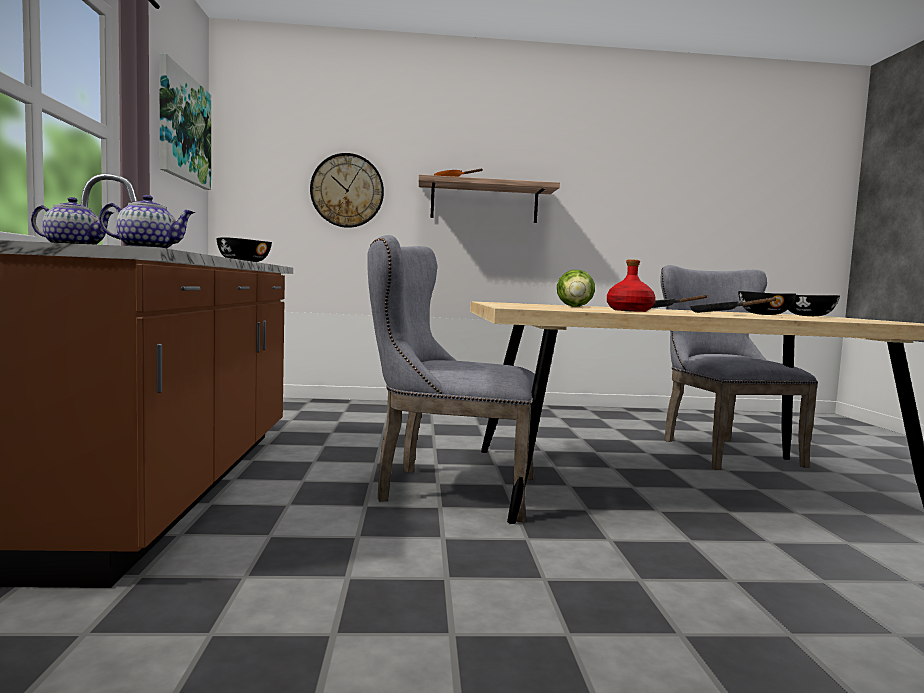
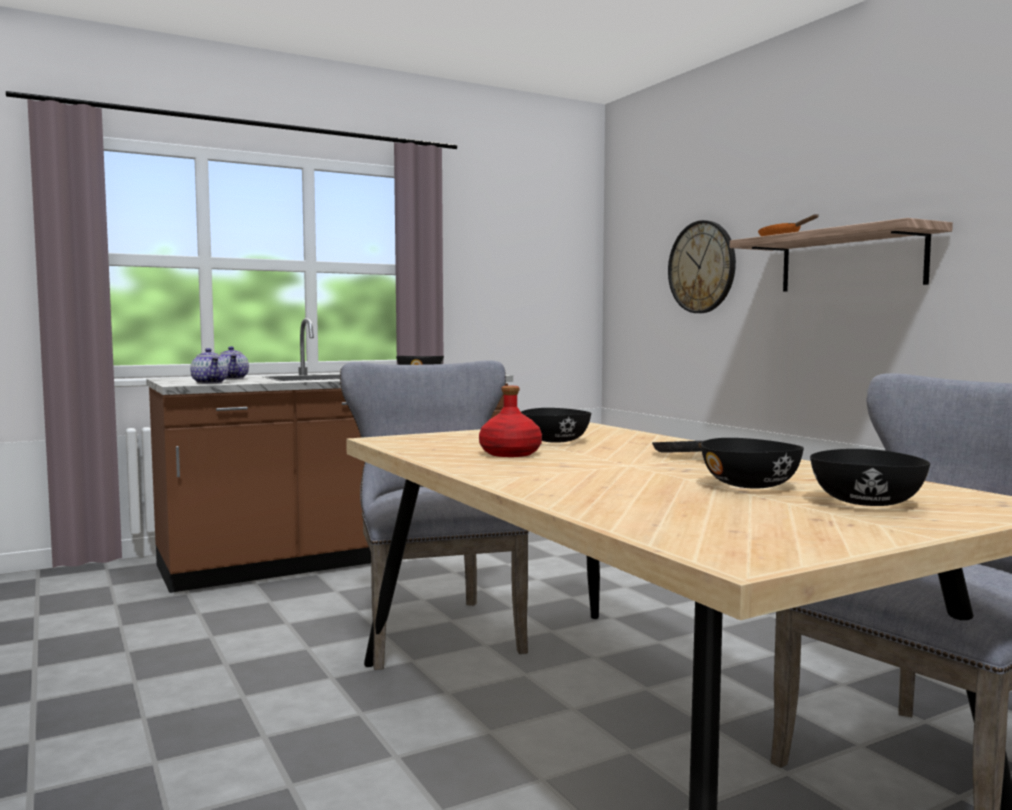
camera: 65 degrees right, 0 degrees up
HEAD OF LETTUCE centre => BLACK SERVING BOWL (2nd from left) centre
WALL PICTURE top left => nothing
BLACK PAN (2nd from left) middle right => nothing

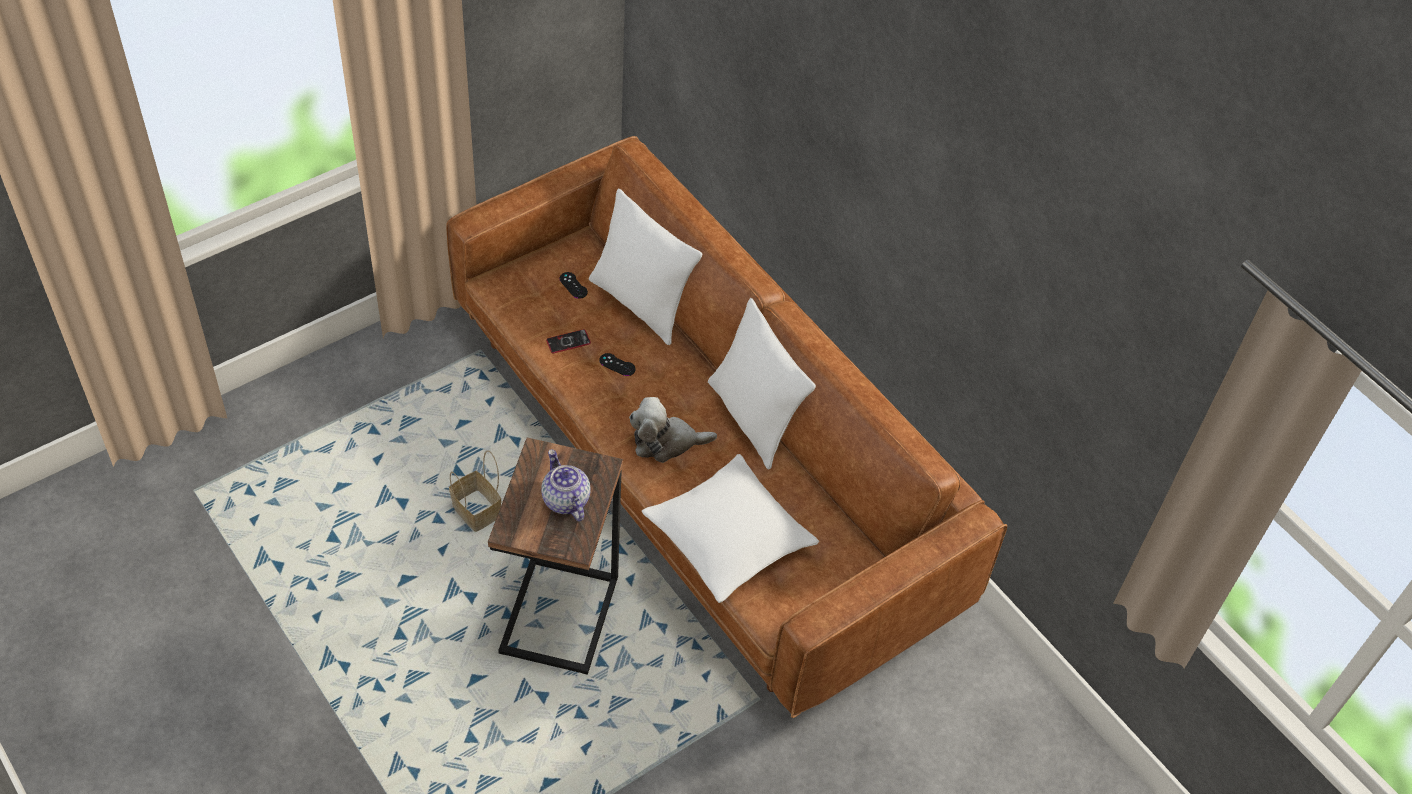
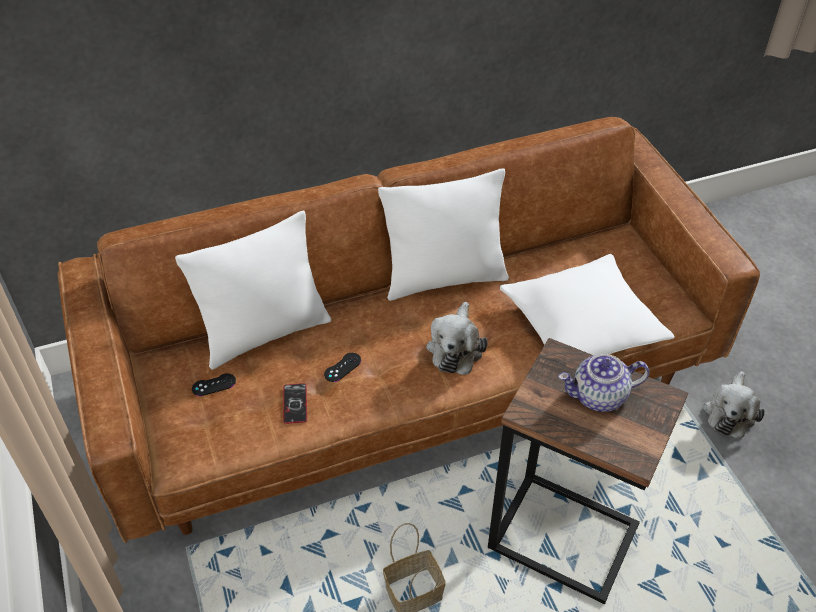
camera: 70 degrees left, 5 degrees down
nothing => CUDDLY TOY (2nd from left) middle right

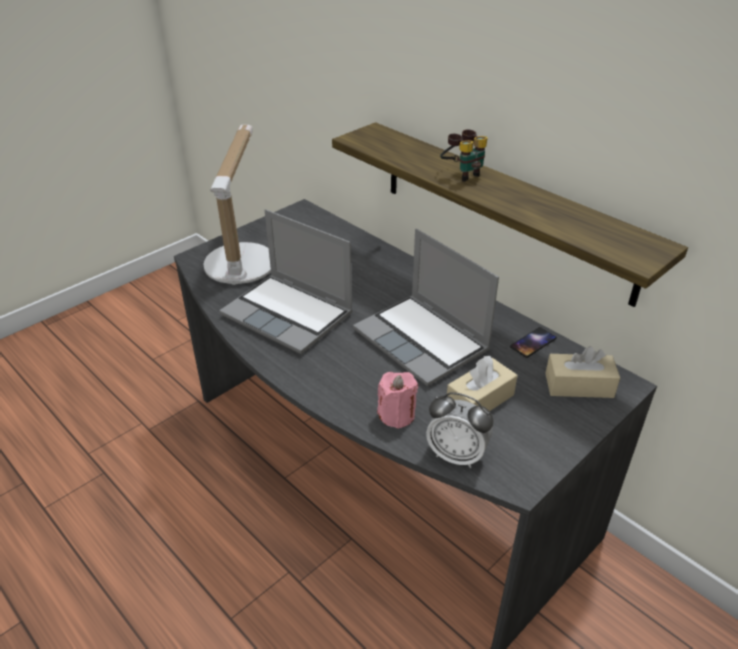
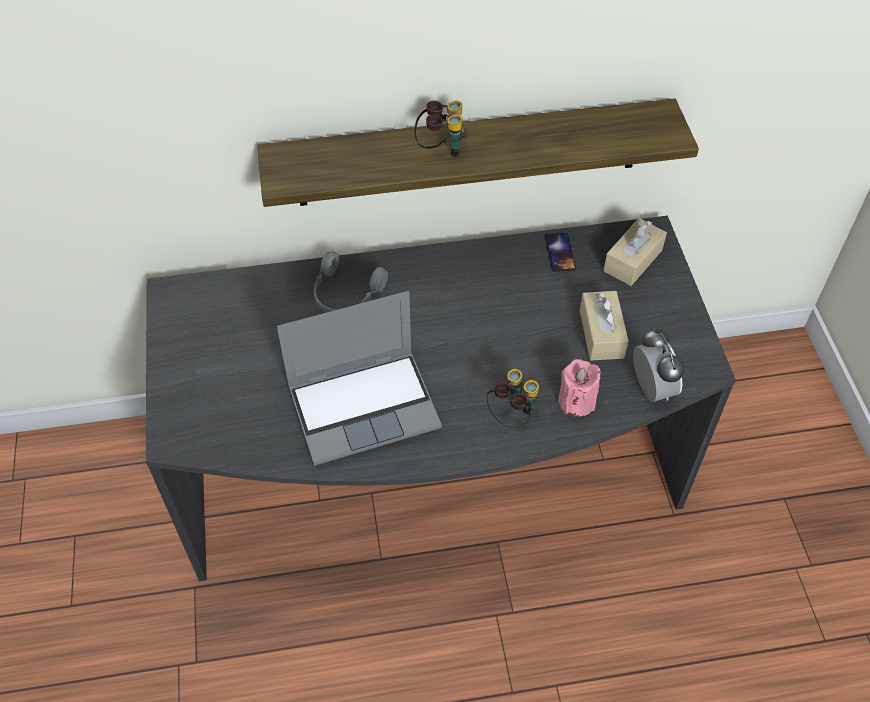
camera: 55 degrees left, 15 degrees up
nothing => GREYISH HEADSET centre
nothing => BINOCULARS (2nd from left) centre
ALARM CLOCK centre => ALARM CLOCK middle right, 75 degrees counterclockwise
LAMP FOR A TABLE top left => nothing
LAPTOP (2nd from left) centre => nothing

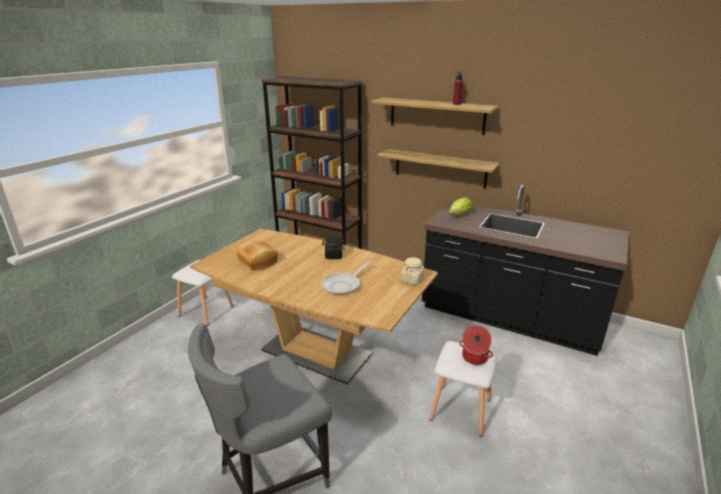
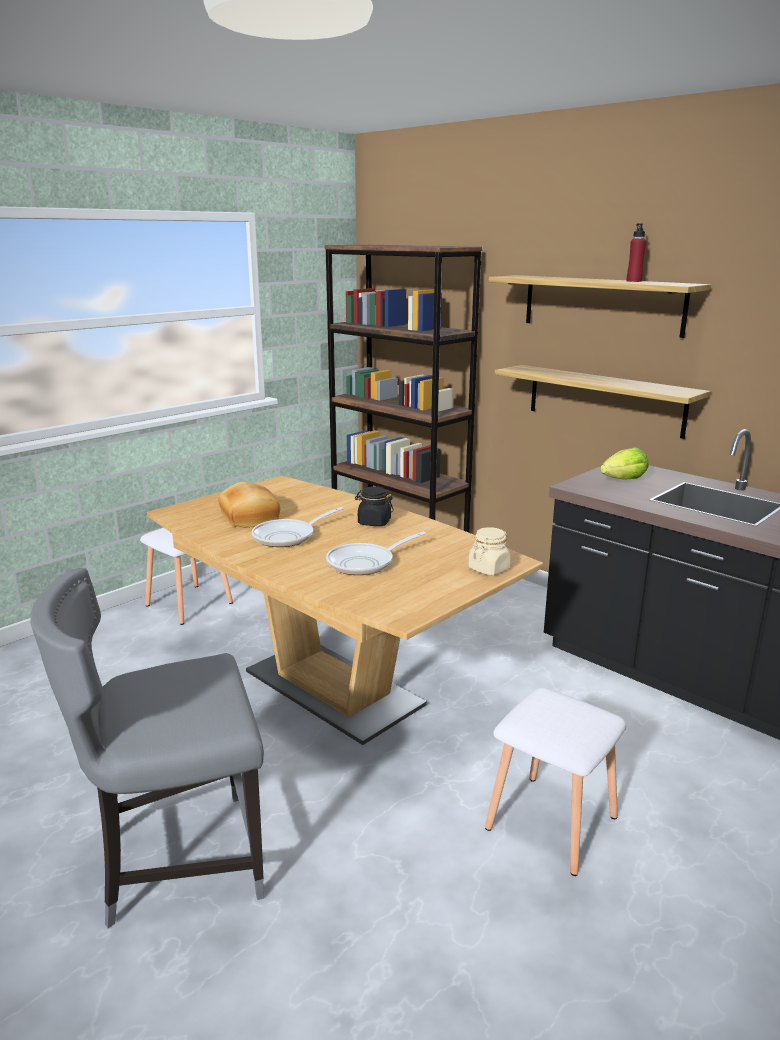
camera: 15 degrees right, 5 degrees down
nothing => PAN (1st from left) centre
STOCKPOT bottom centre => nothing

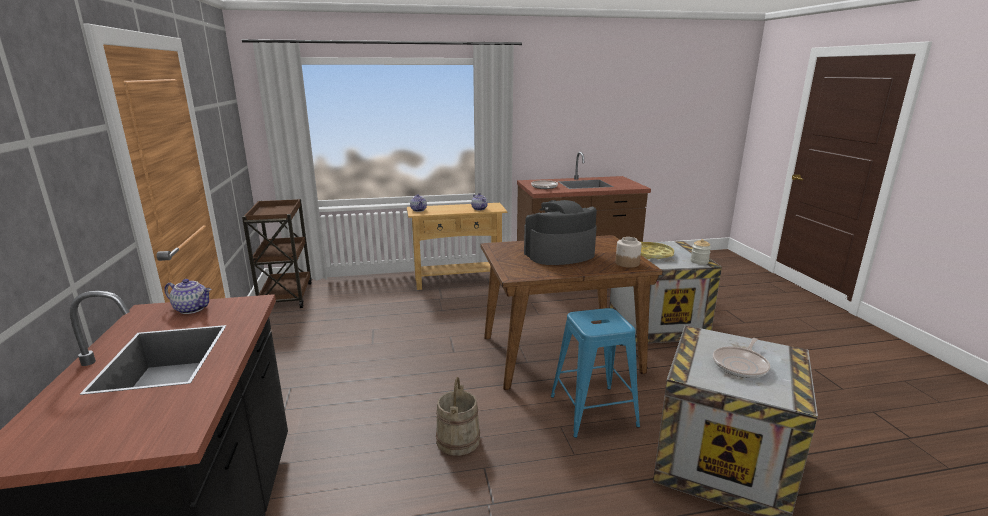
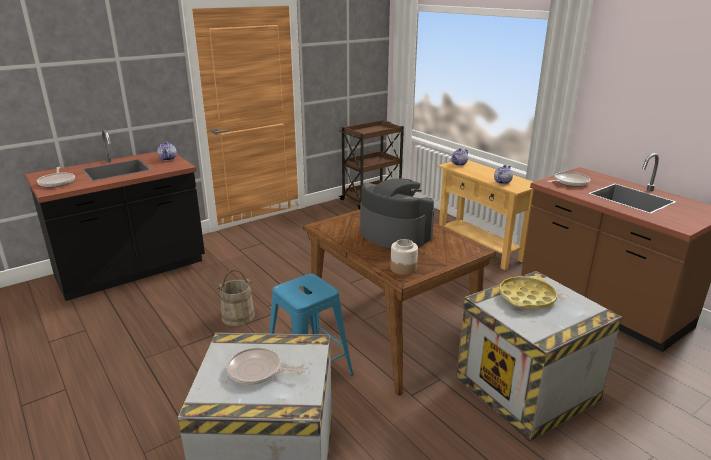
camera: 65 degrees right, 5 degrees up
nothing => PAN (1st from left) middle left
STORAGE JAR (2nd from left) middle right => nothing

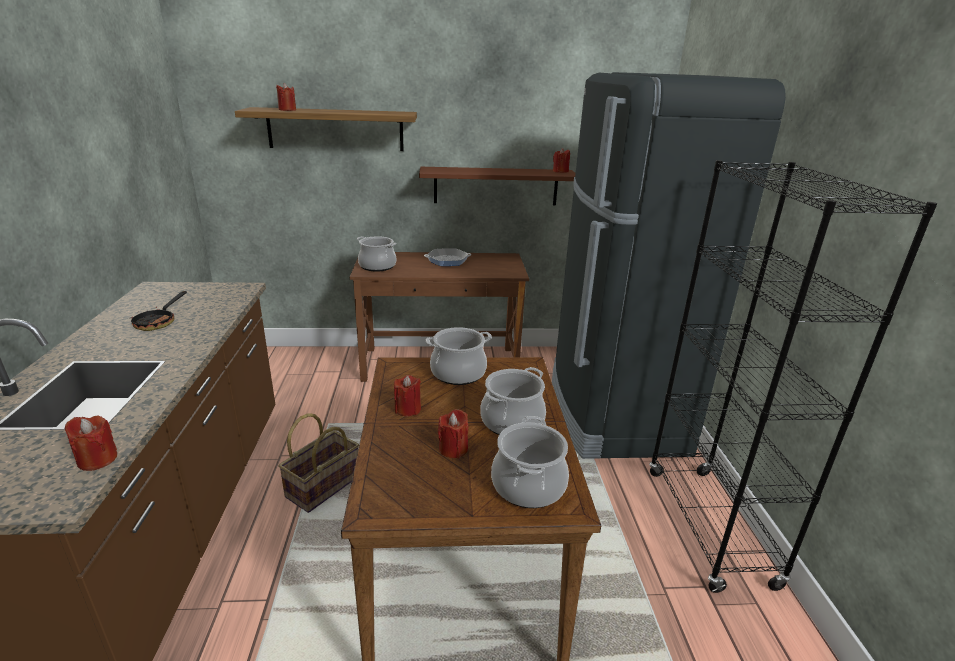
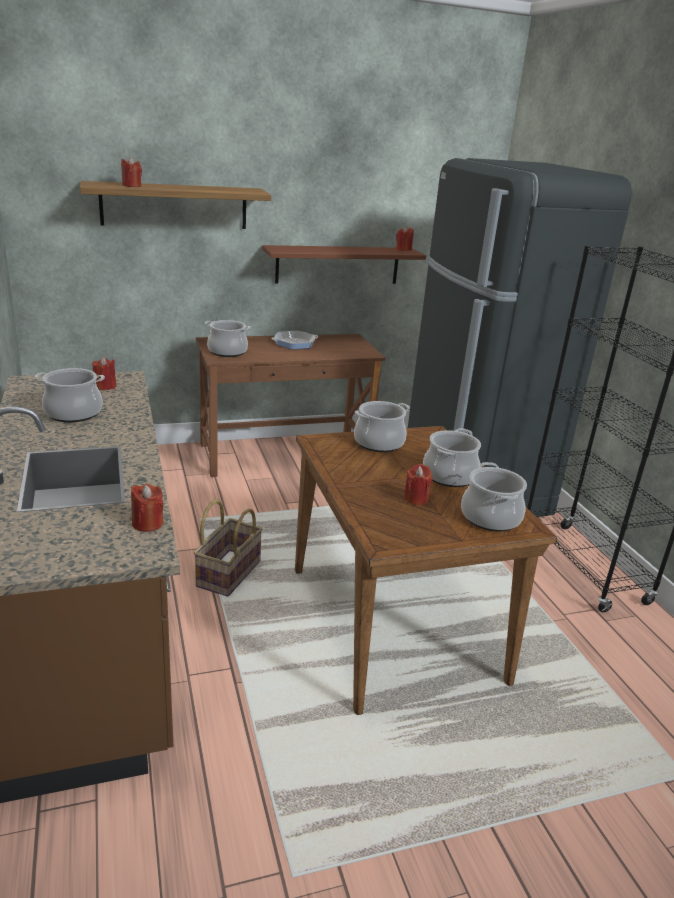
camera: 15 degrees left, 0 degrees up
PAN (1st from left) middle left => STOCKPOT (1st from left) middle left
RED CANDLE (3rd from left in the first image) centre => RED CANDLE (1st from left) middle left, moved

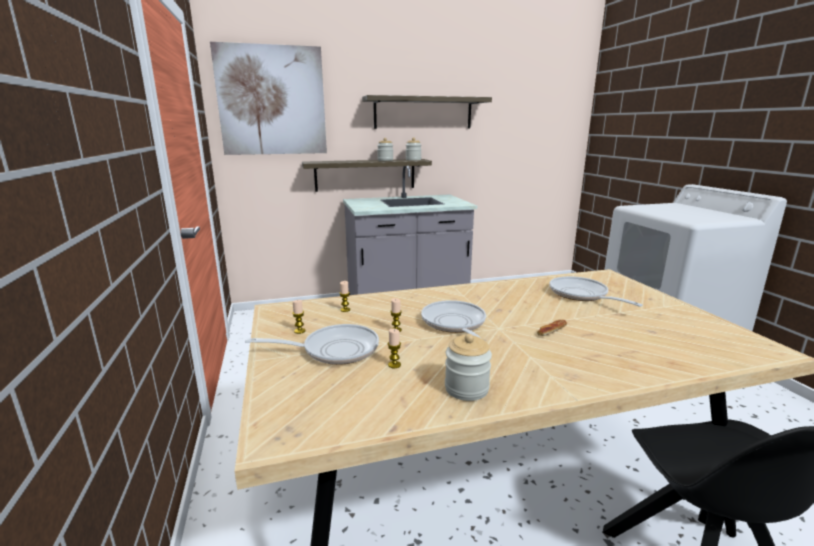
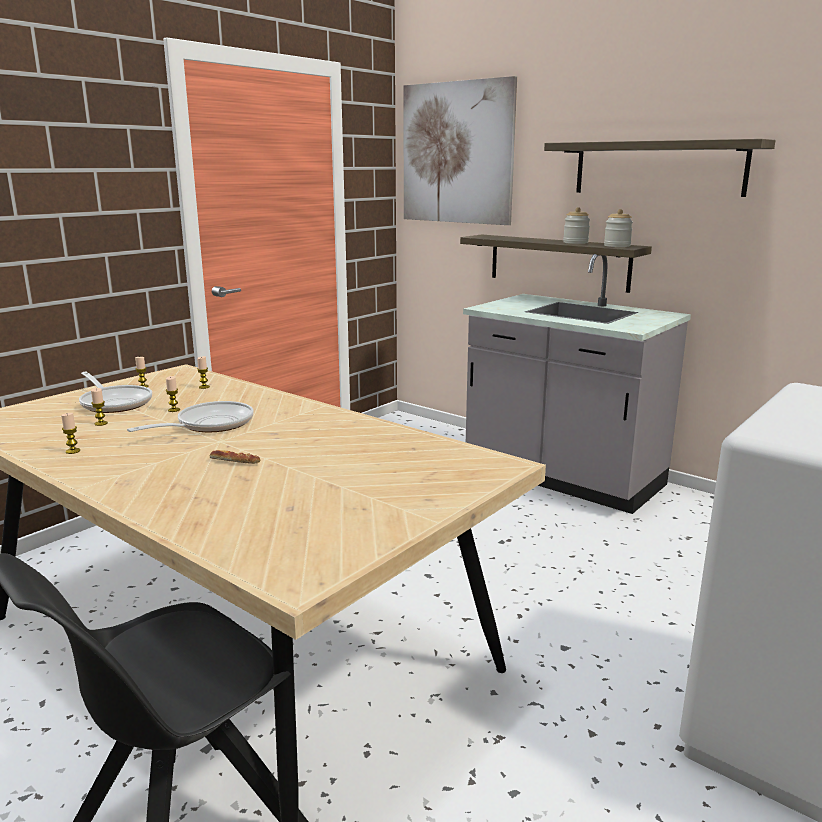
camera: 55 degrees right, 0 degrees up
STORAGE JAR (3rd from left) bottom centre => CANDLE (1st from left) middle left
PAN (3rd from left) middle right => nothing

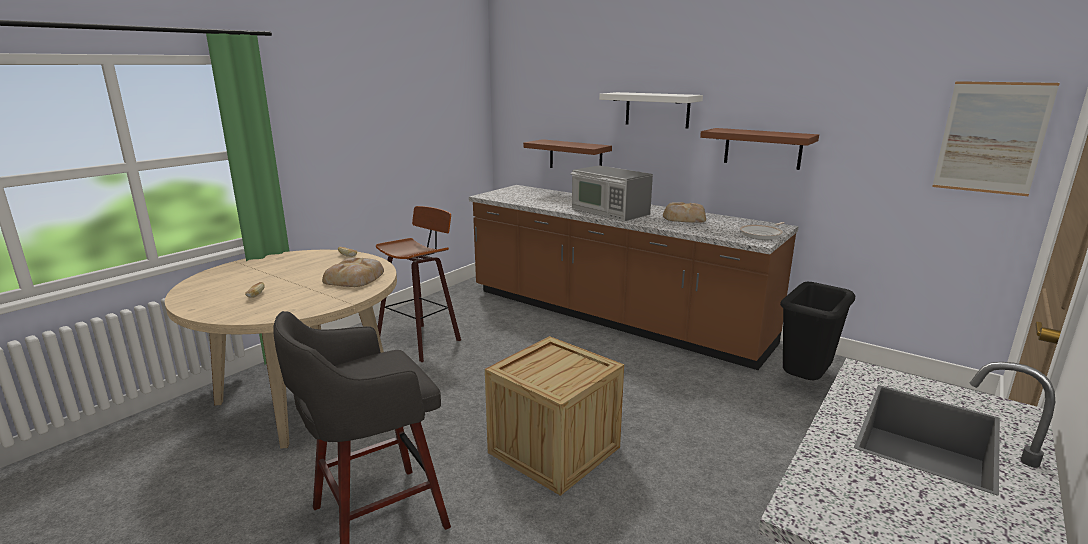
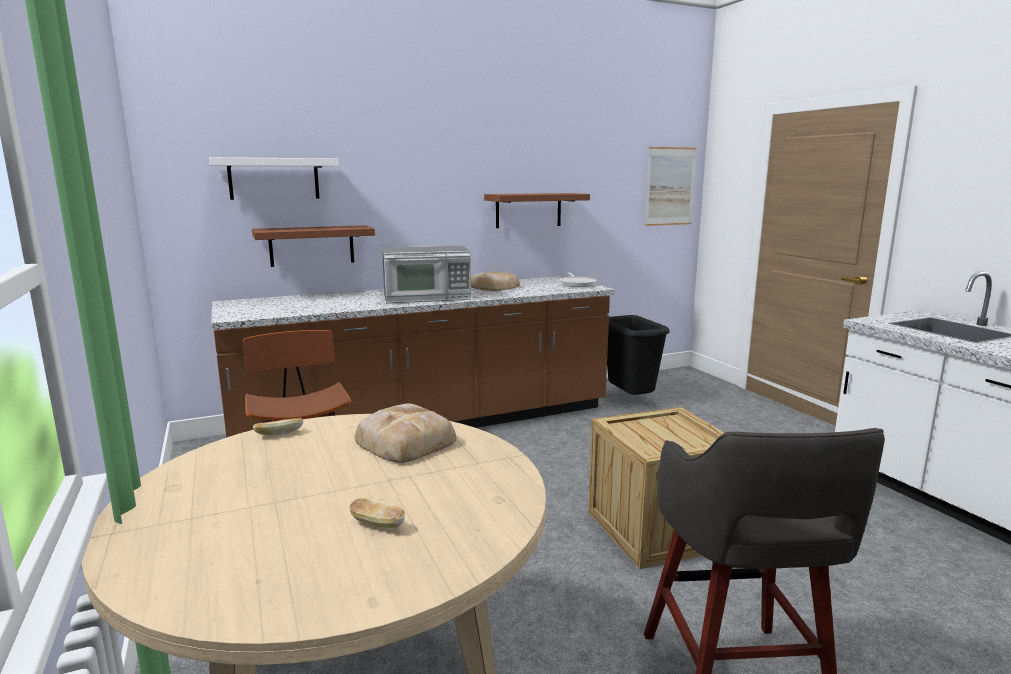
camera: 60 degrees left, 5 degrees down
WHITE-COLOURED WALL SHELF top centre => WHITE-COLOURED WALL SHELF top left, moved

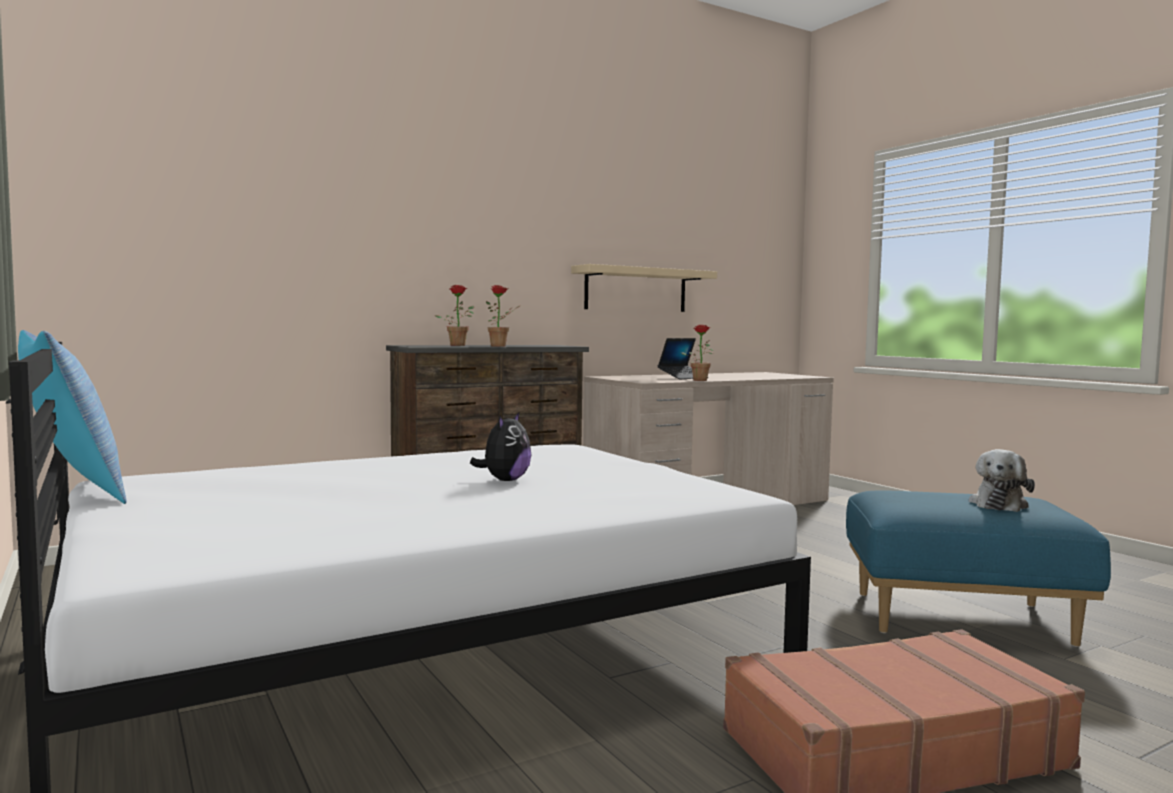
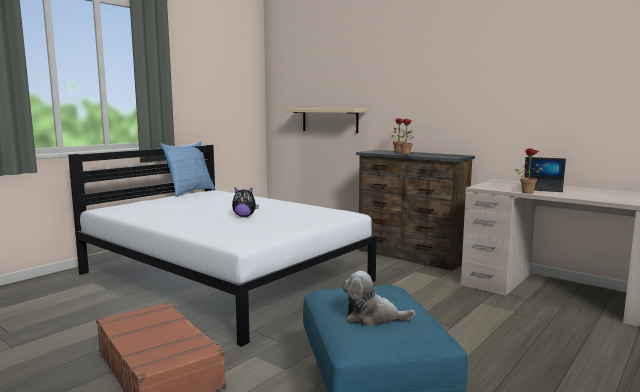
camera: 70 degrees right, 5 degrees up
SAND-COLOURED WALL SHELF centre => SAND-COLOURED WALL SHELF top centre, moved

